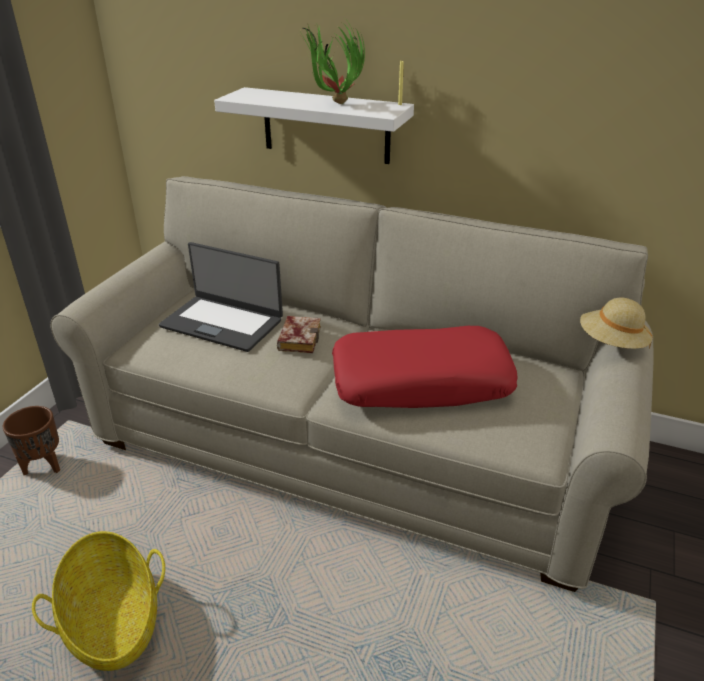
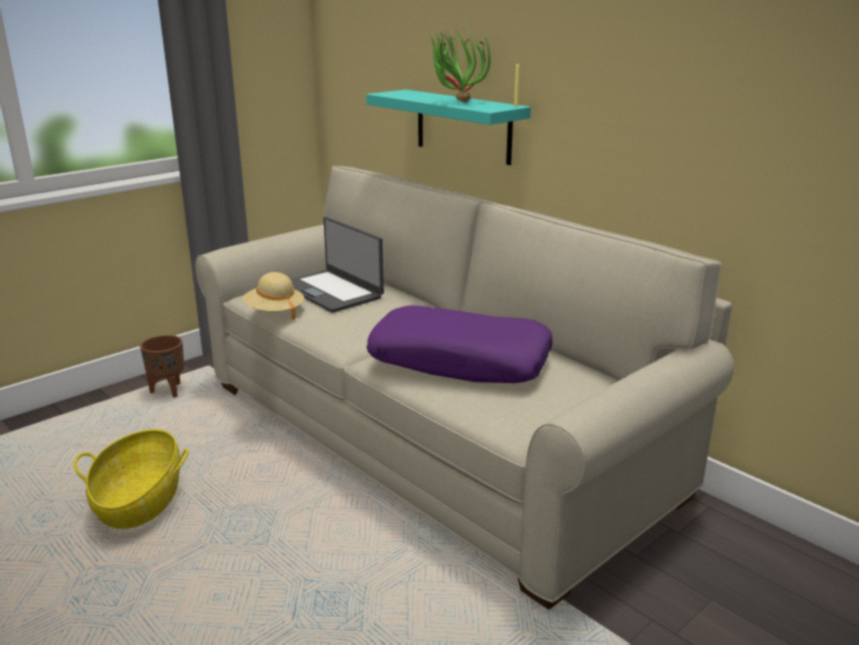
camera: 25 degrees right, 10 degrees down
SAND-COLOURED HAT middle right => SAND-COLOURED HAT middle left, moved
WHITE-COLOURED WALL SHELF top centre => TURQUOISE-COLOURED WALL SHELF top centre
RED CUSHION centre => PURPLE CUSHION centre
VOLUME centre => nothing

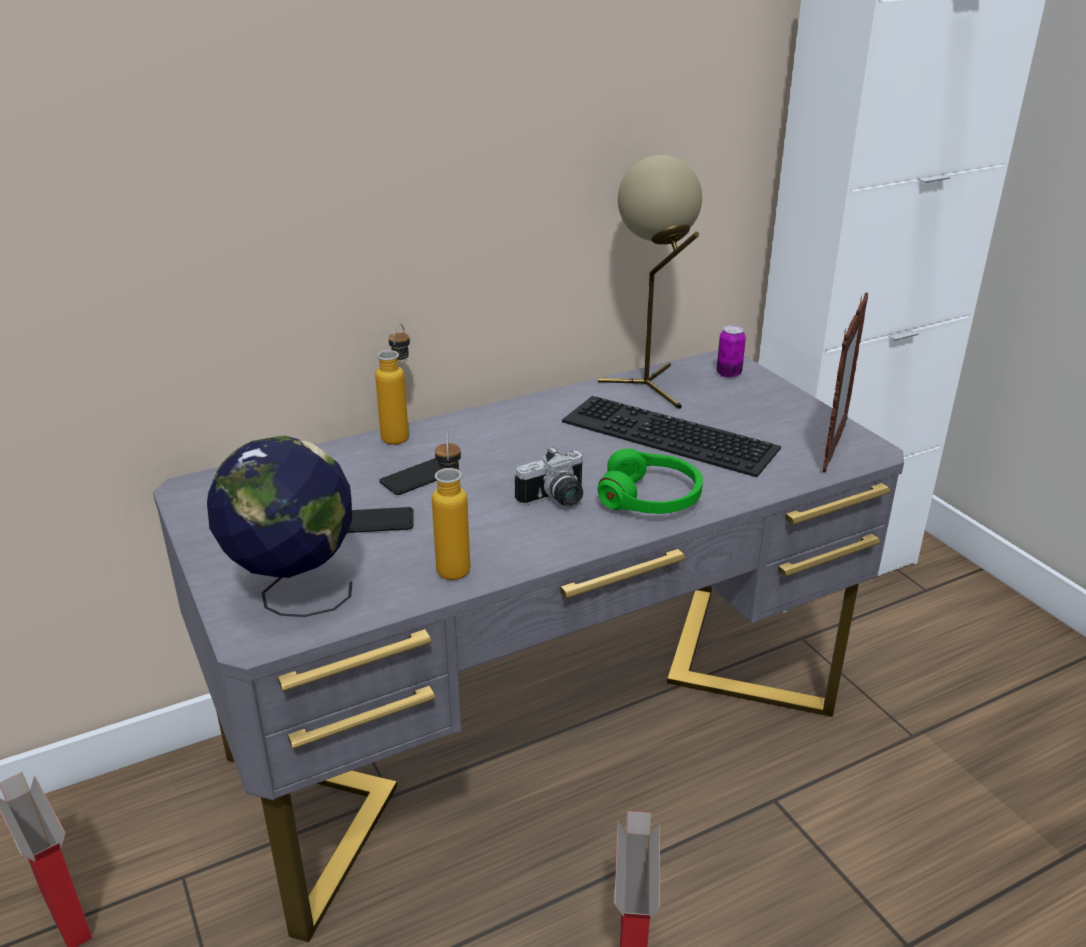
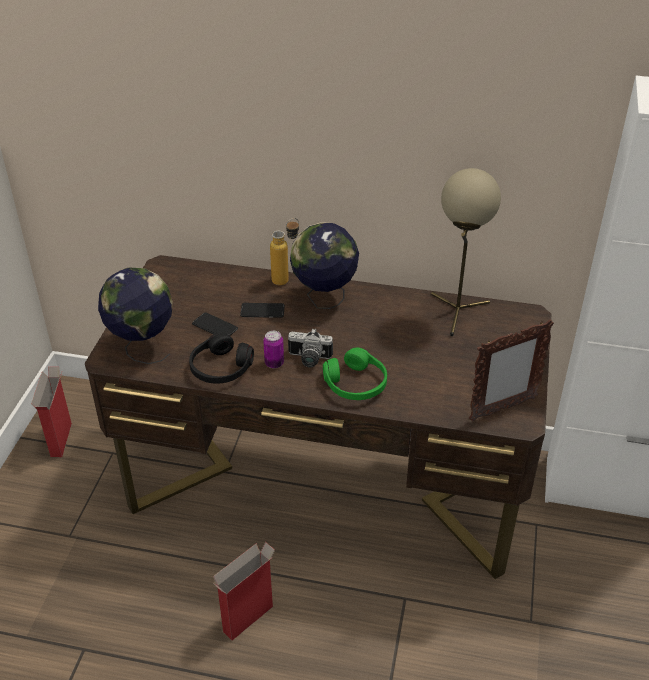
camera: 40 degrees right, 10 degrees up
GREYISH DESK TABLE bottom centre => BROWN DESK TABLE centre
BOTTLE (2nd from left) centre => BLACK HEADSET centre
CAN middle right => CAN centre, moved
nothing => DESK GLOBE (2nd from left) centre
PC KEYBOARD centre => nothing

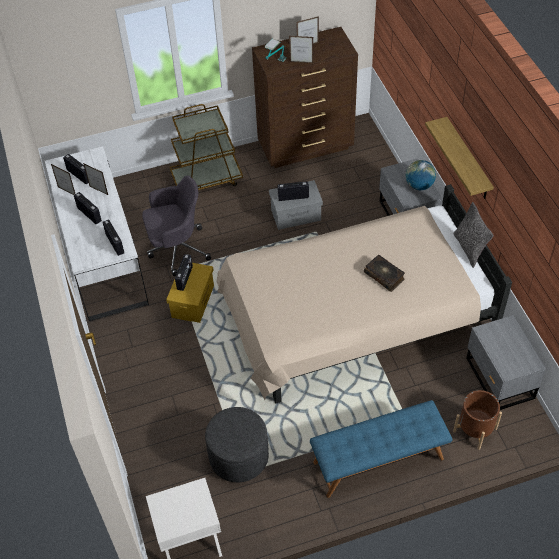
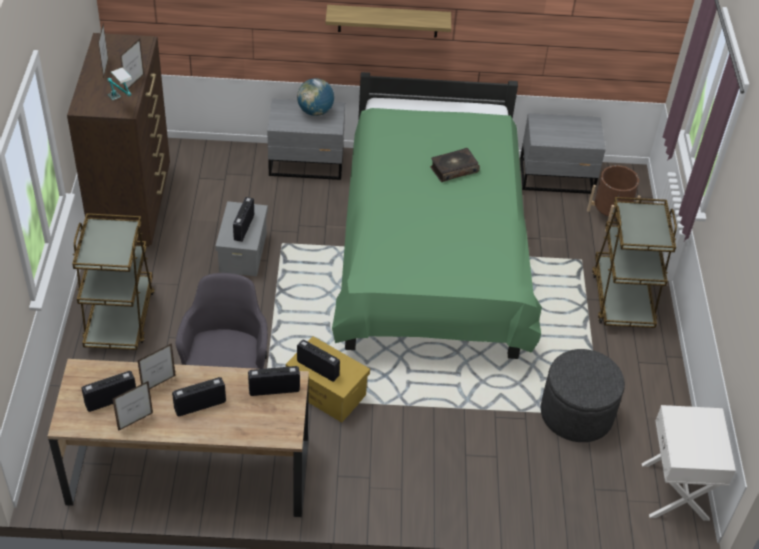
camera: 75 degrees left, 5 degrees down
WHITE-COLOURED DESK TABLE middle left => BROWN DESK TABLE bottom left
SAND-COLOURED BED centre => GREEN-COLOURED BED centre
BLUE INDOOR BENCH bottom right => BROWN CART (2nd from left) middle right
CUSHION middle right => nothing

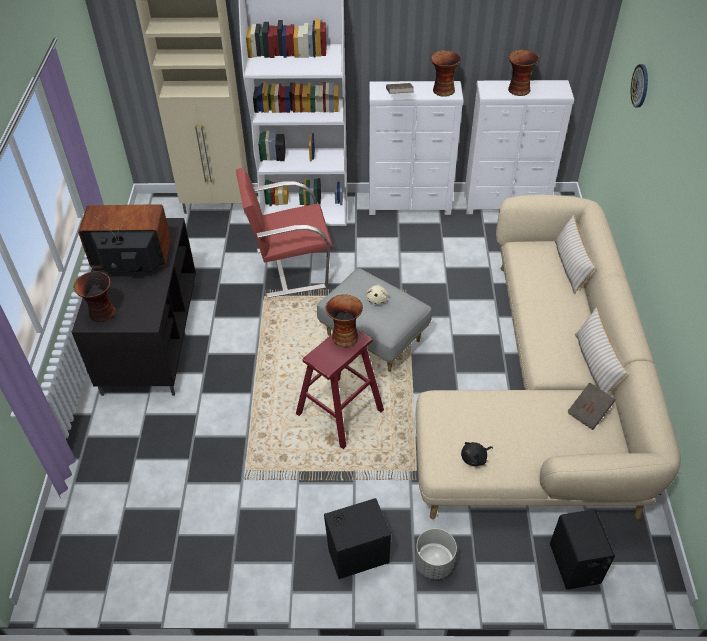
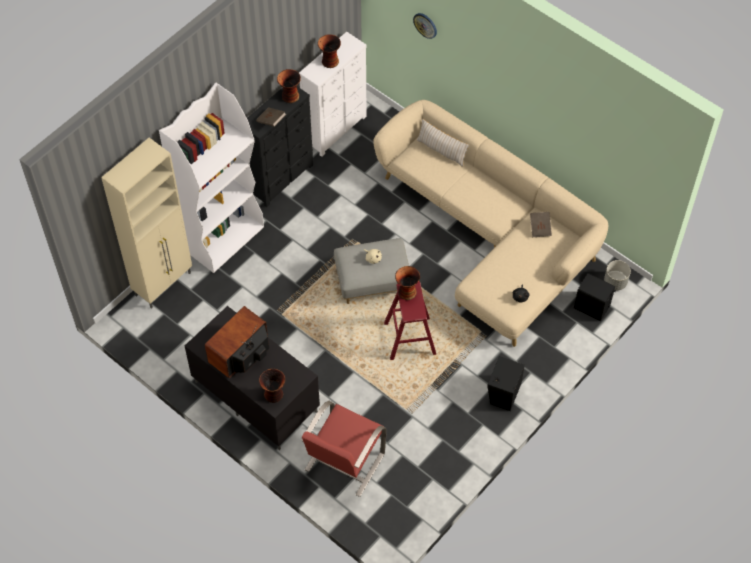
camera: 50 degrees left, 10 degrees up
WHITE-COLOURED CHEST OF DRAWERS (1st from left) top centre => BLACK CHEST OF DRAWERS top centre
RED ARMCHAIR centre => RED ARMCHAIR bottom centre, moved
GREYISH FLOWER POT bottom centre => GREYISH FLOWER POT middle right, moved
SAND-COLOURED CUSHION (2nd from left) middle right => nothing

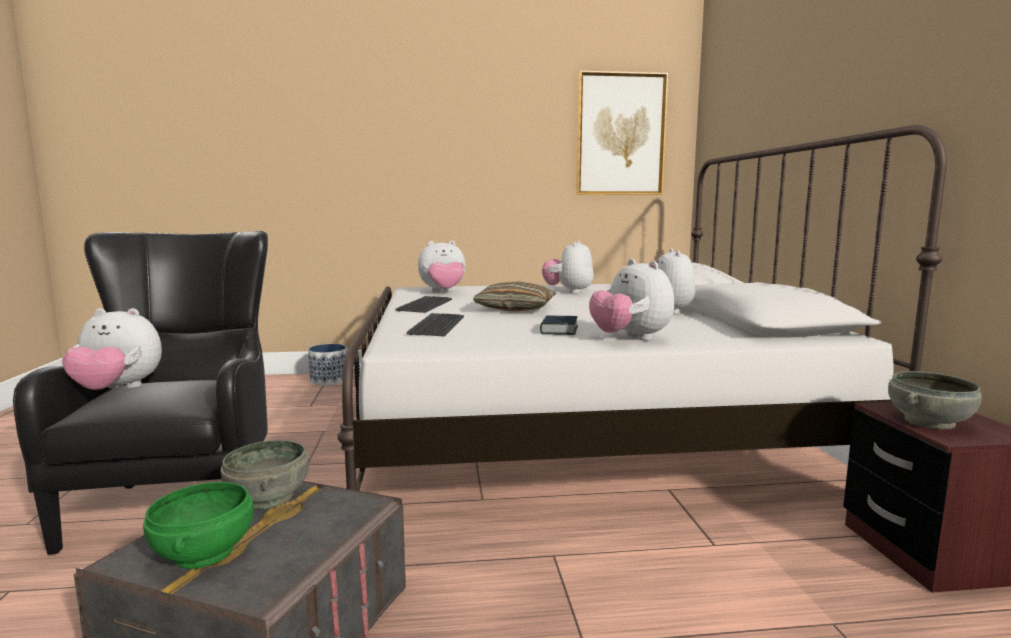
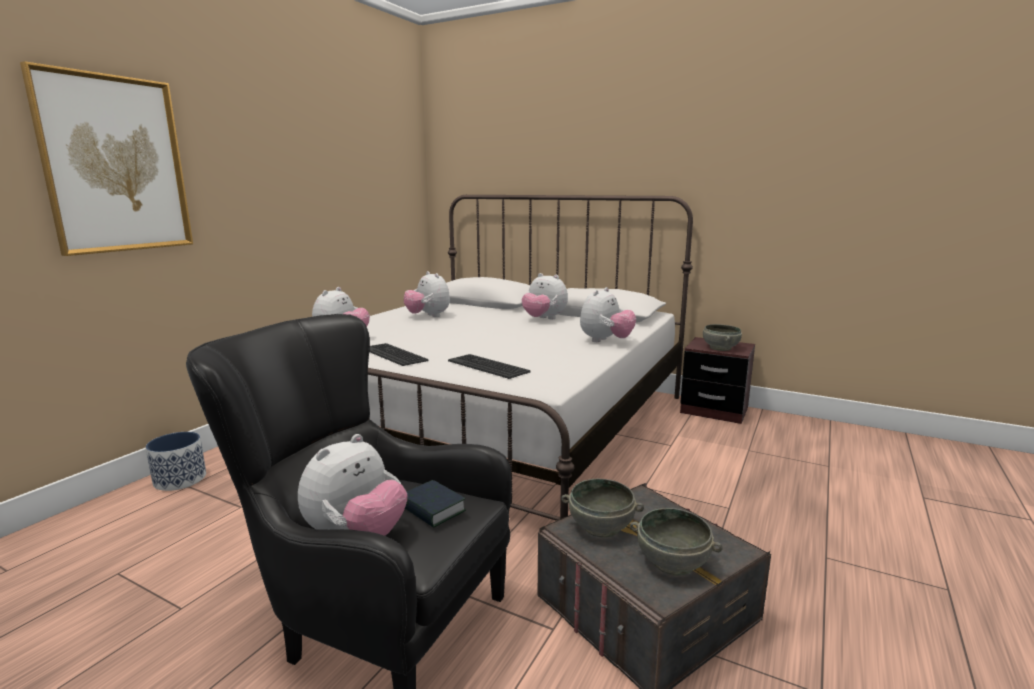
camera: 55 degrees left, 5 degrees up
WALL PICTURE top centre => WALL PICTURE top left, moved
VOLUME centre => VOLUME bottom centre, moved
CUDDLY TOY (4th from left in the first image) centre => CUDDLY TOY (5th from left) centre, 60 degrees counterclockwise
GREEN-COLOURED SERVING BOWL bottom left => GREYISH SERVING BOWL (2nd from left) bottom centre
CUSHION centre => nothing

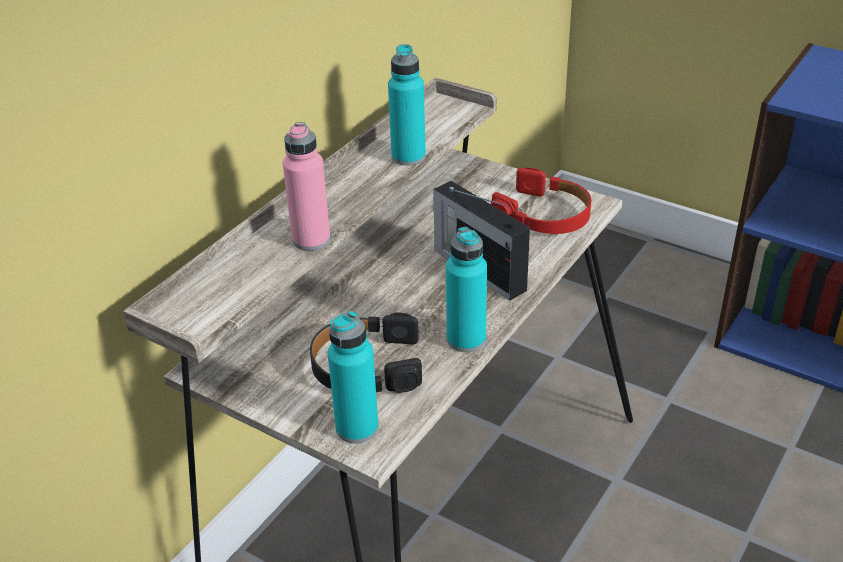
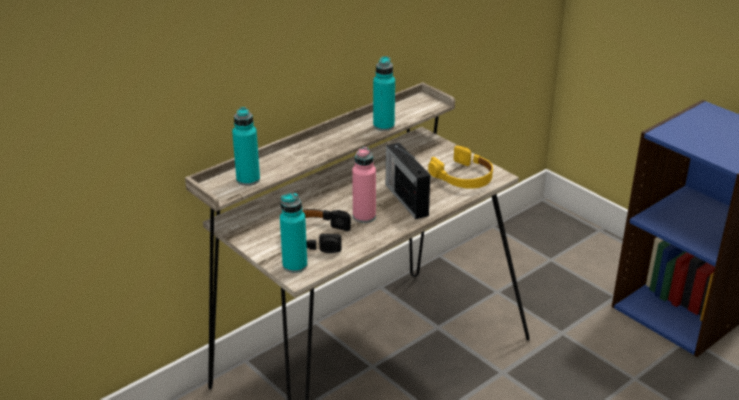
camera: 15 degrees right, 5 degrees down
TURQUOISE-COLOURED BOTTLE (3rd from left in the first image) centre => TURQUOISE-COLOURED BOTTLE (1st from left) middle left, moved
PINK-COLOURED BOTTLE top centre => PINK-COLOURED BOTTLE centre, moved
RED HEADSET centre => YELLOW HEADSET centre

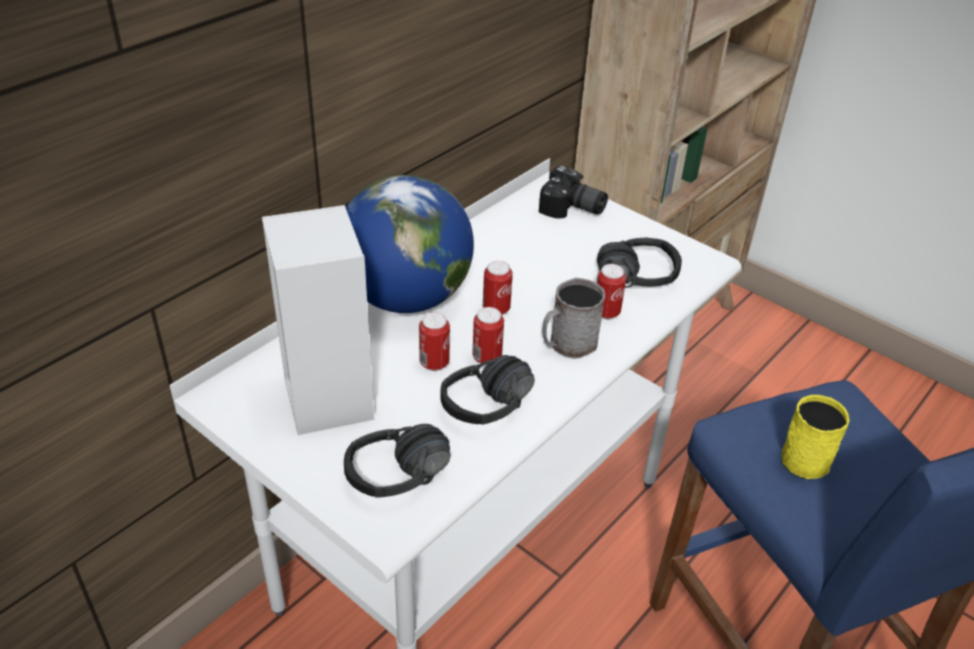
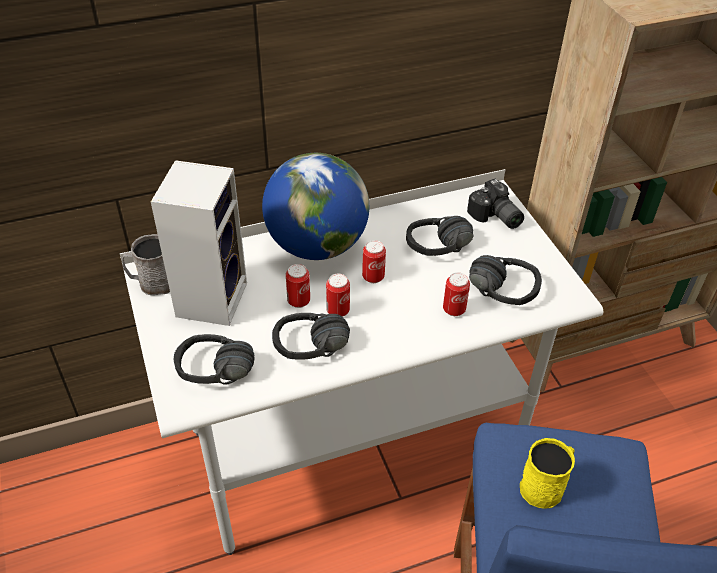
camera: 30 degrees right, 5 degrees up
GREYISH COFFEE MUG centre => GREYISH COFFEE MUG middle left, moved
nothing => BLACK HEADSET (3rd from left) centre

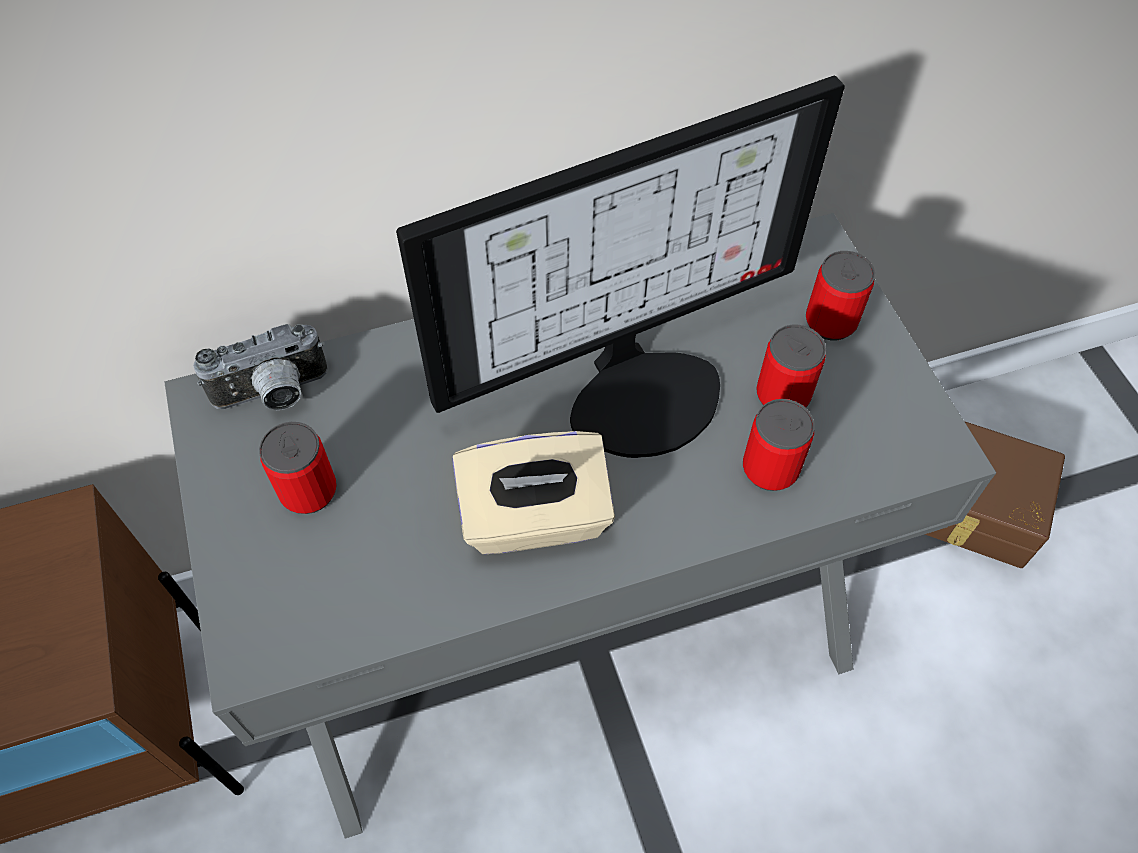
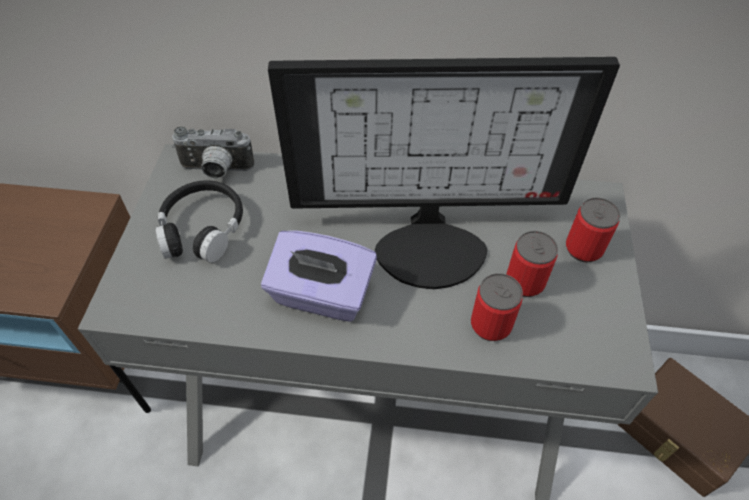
camera: 25 degrees right, 5 degrees down
CAN (1st from left) middle left => BLACK HEADSET middle left
SAND-COLOURED BOX OF TISSUES centre => PURPLE BOX OF TISSUES centre

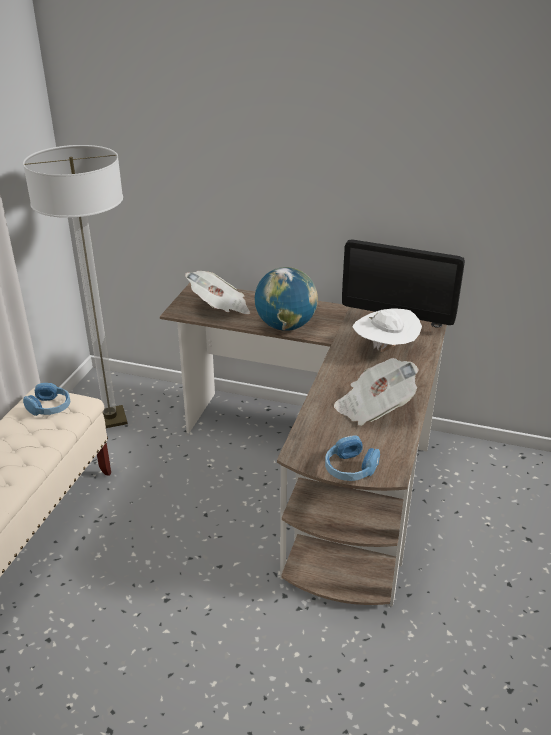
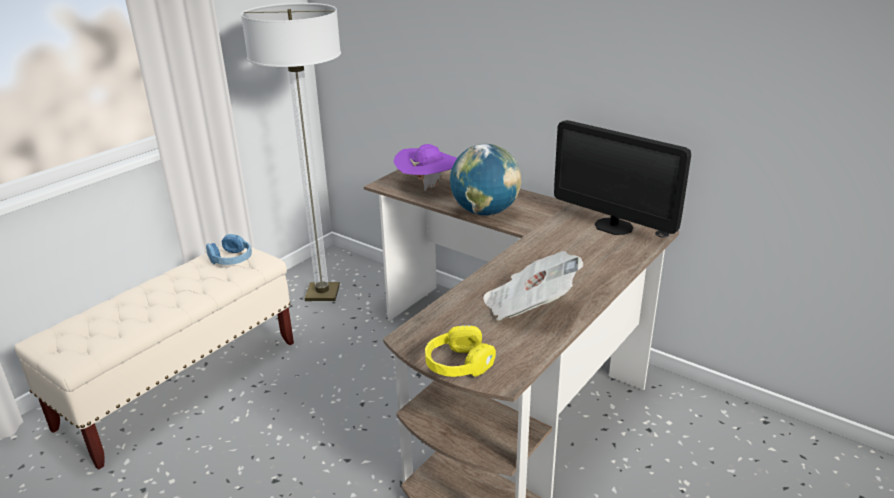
camera: 20 degrees right, 5 degrees down
PRINTED PAPER (1st from left) centre => PURPLE HAT centre
BLUE HEADSET (2nd from left) centre => YELLOW HEADSET bottom centre
WHITE-COLOURED HAT middle right => nothing

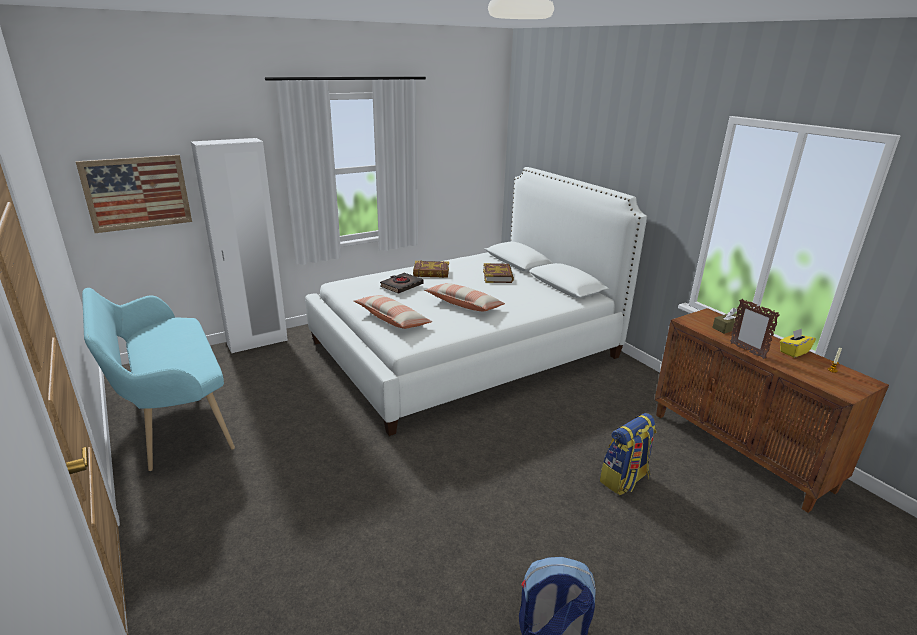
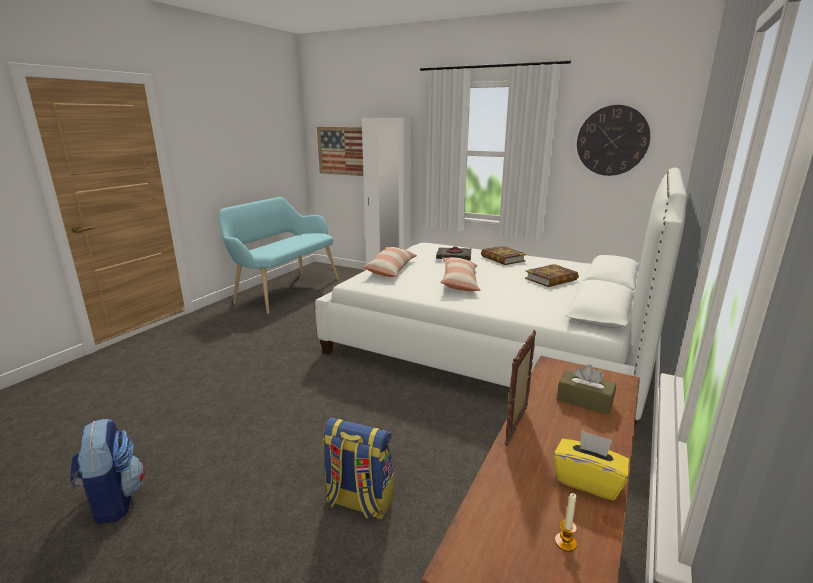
camera: 60 degrees right, 5 degrees down
nothing => CLOCK ON THE WALL top right

